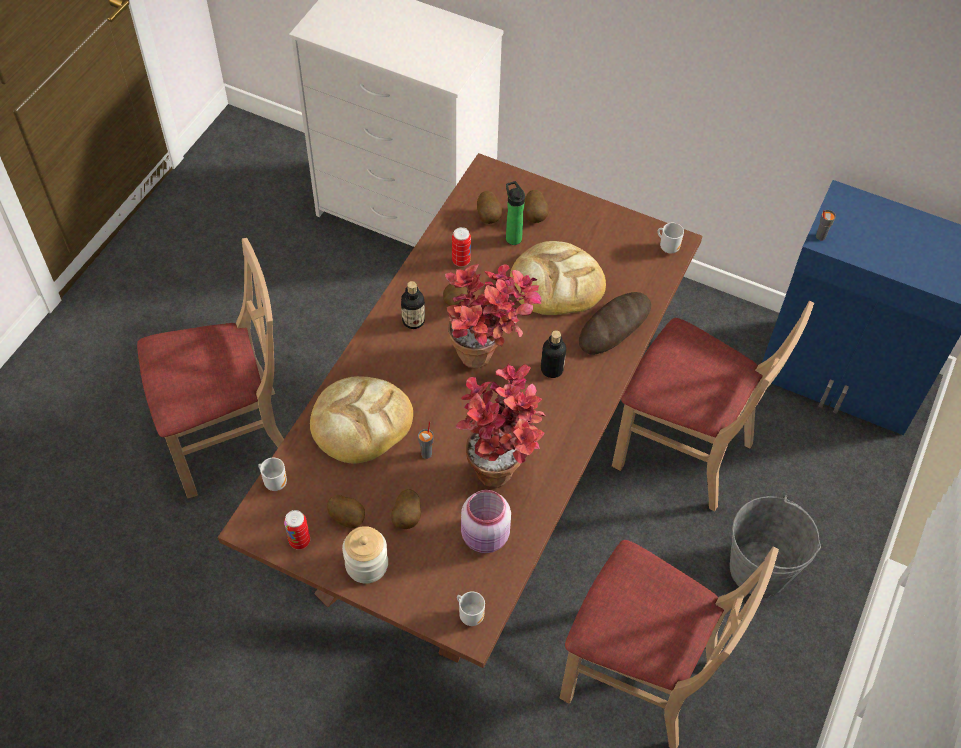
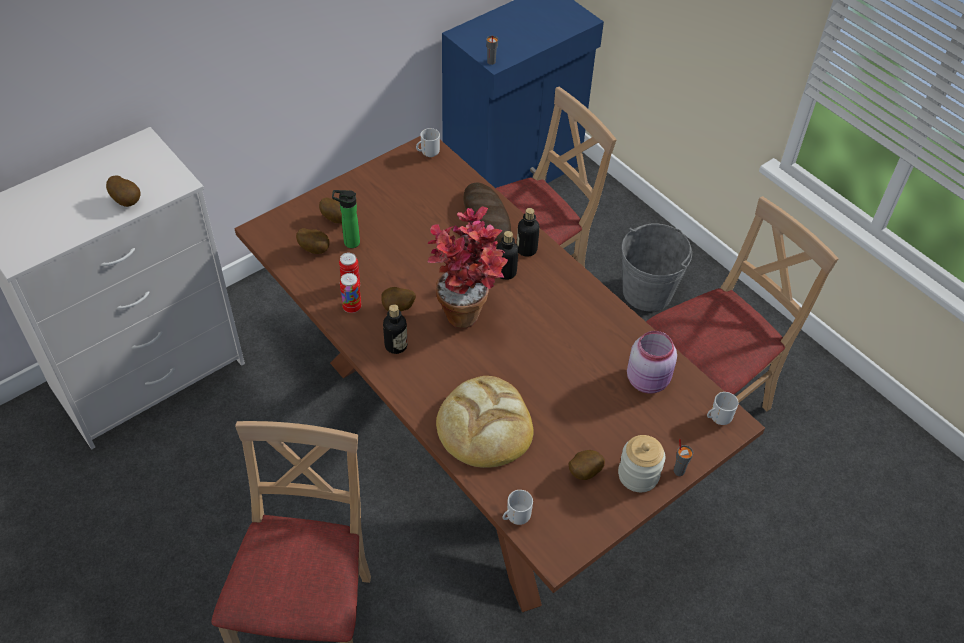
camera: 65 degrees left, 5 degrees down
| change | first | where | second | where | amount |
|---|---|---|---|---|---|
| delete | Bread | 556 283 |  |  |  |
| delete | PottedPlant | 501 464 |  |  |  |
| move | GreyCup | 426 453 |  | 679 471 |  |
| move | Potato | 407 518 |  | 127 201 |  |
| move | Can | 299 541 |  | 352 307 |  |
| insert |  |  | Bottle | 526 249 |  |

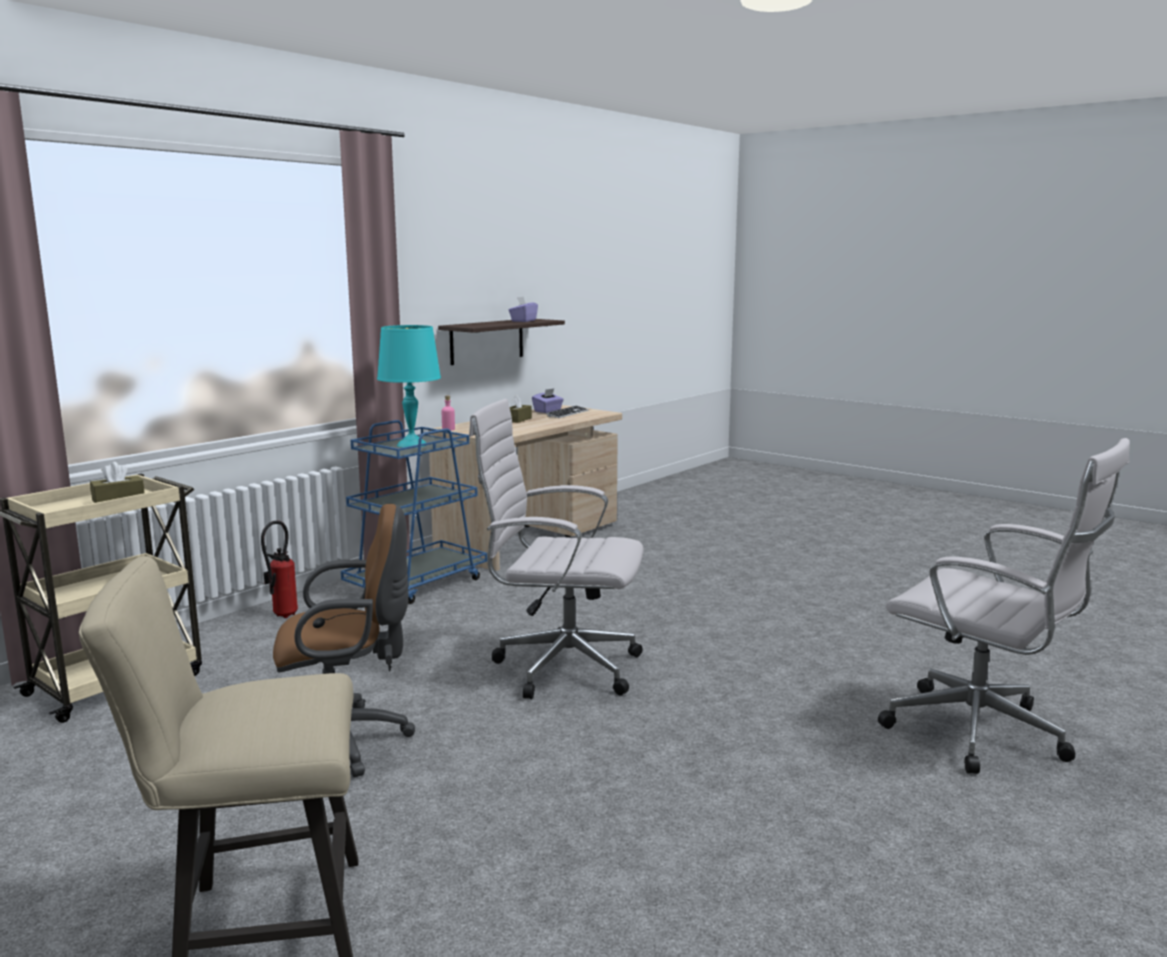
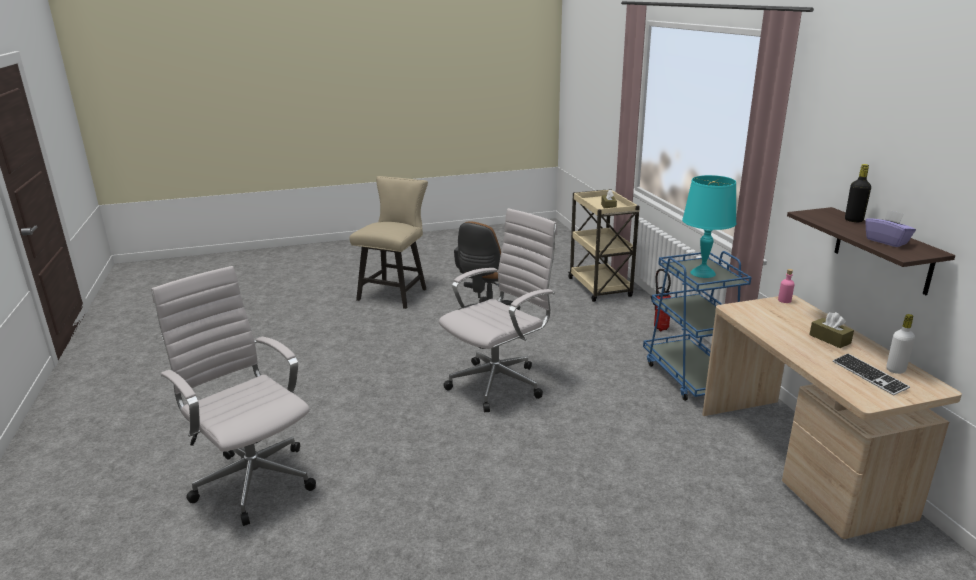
camera: 125 degrees right, 10 degrees up
| change | first | where | second | where | amount |
|---|---|---|---|---|---|
| replace | PurpleTissueBox | 548 411 | WhiteBottle | 895 370 |  |
| rotate | WhiteOfficeChair | 983 734 |  | 253 479 | 60 degrees clockwise |
| insert |  |  | BlackBottle | 853 220 |  |

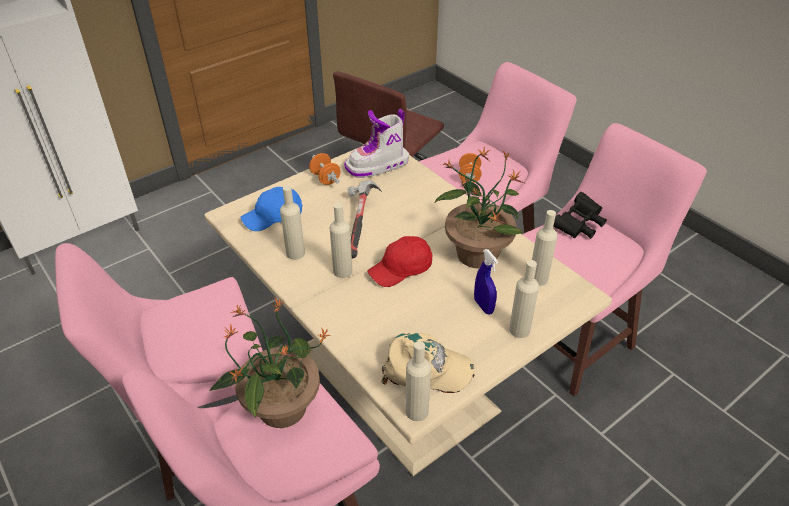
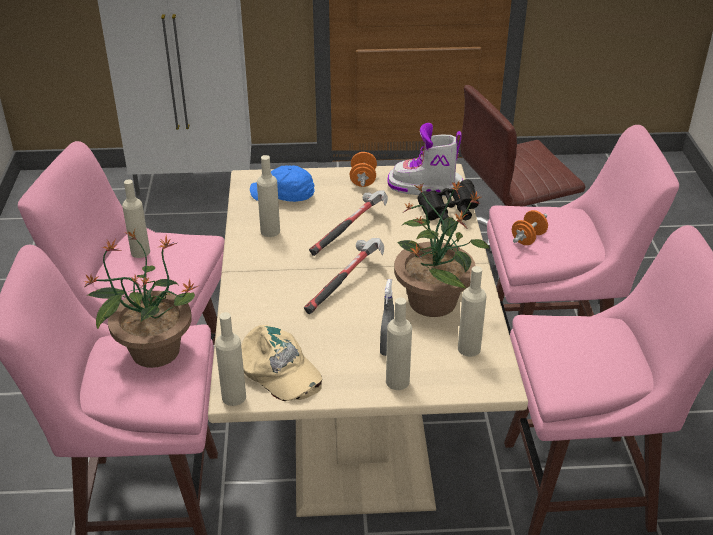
camera: 35 degrees right, 5 degrees down
| change | first | where | second | where | amount |
|---|---|---|---|---|---|
| move | BlackBinoculars | 579 226 |  | 449 213 |  |
| move | BeigeBottle | 342 271 |  | 140 252 |  |
| replace | RedCap | 401 269 | Hammer | 346 283 |  |
| recolor | BlueSprayBottle | 483 306 | GreySprayBottle | 386 346 |  |

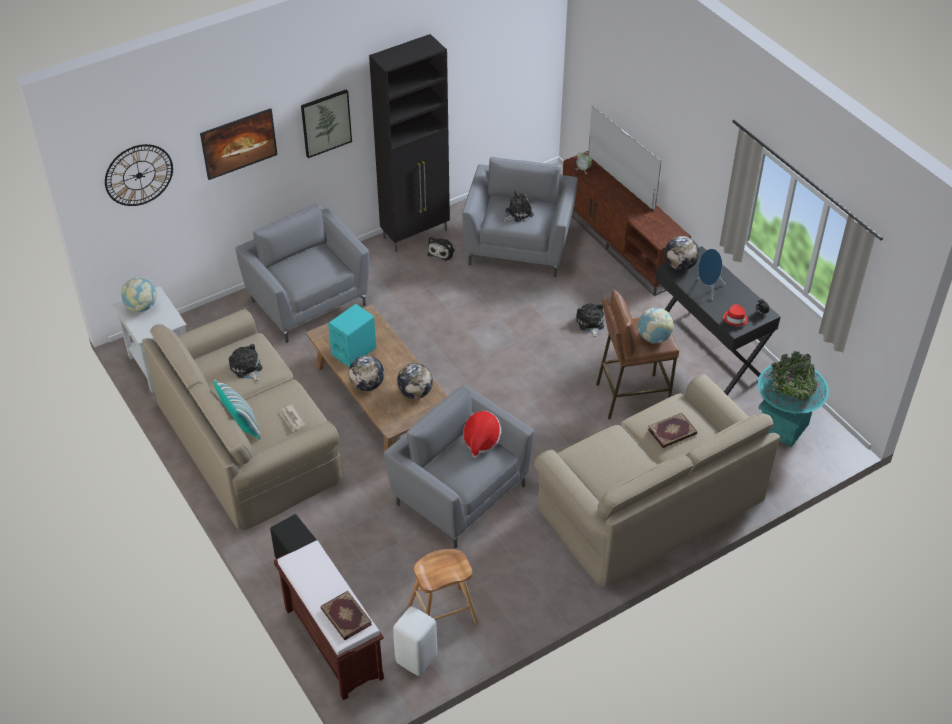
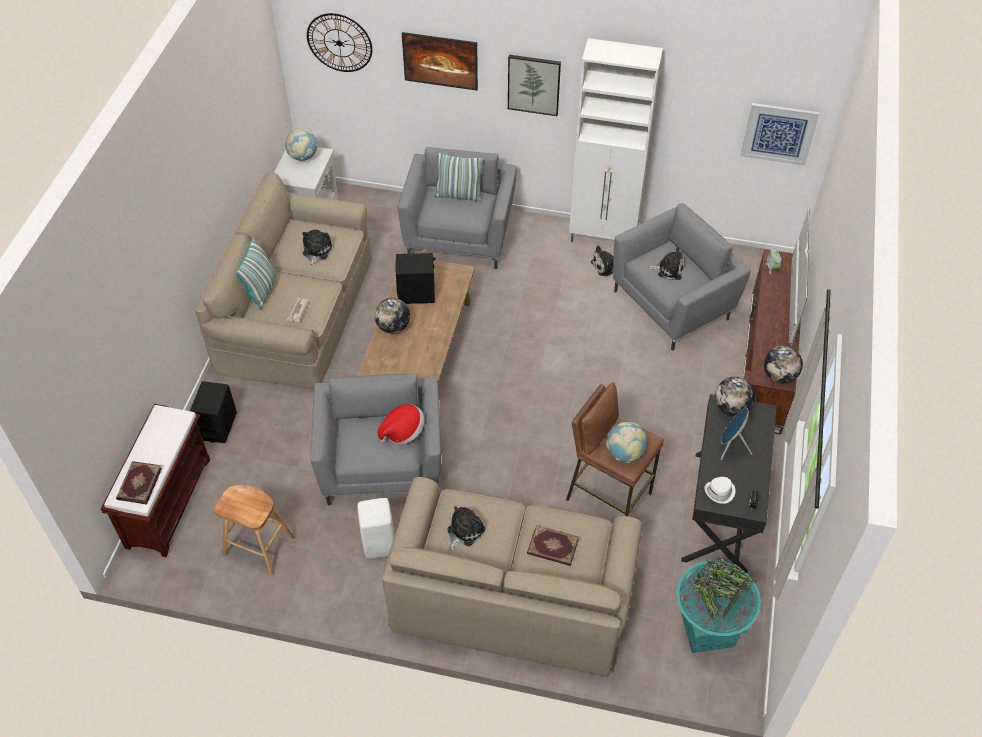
camera: 45 degrees right, 5 degrees up
| change | first | where | second | where | amount |
|---|---|---|---|---|---|
| recolor | BlackCabinet | 416 234 | WhiteCabinet | 603 238 |  |
| move | PlushToy | 590 324 |  | 464 531 |  |
| recolor | TurquoiseSpeaker | 354 351 | BlackSpeaker | 417 294 |  |
| recolor | RedHat | 735 318 | WhiteHat | 720 492 |  |
| move | Globe | 415 393 |  | 779 376 |  |
| move | WhiteStool | 416 660 |  | 378 545 |  |
| insert |  |  | Picture | 779 133 |  |
| insert |  |  | Pillow | 458 195 |  |

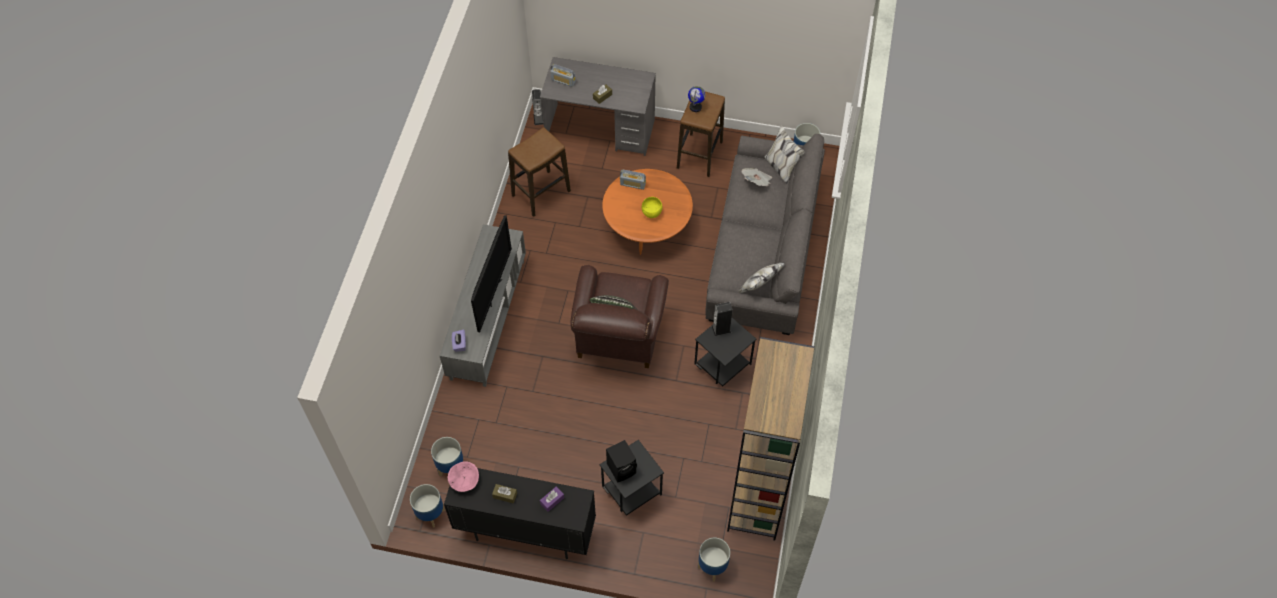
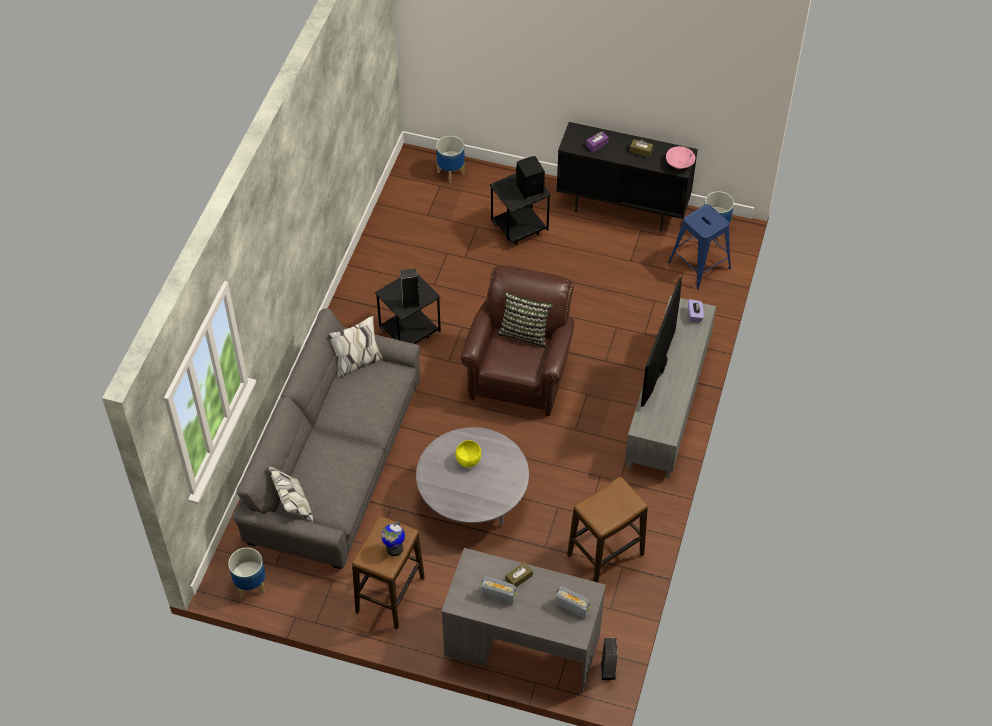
camera: 175 degrees left, 5 degrees down
| change | first | where | second | where | amount |
|---|---|---|---|---|---|
| delete | Newspaper | 757 182 |  |  |  |
| recolor | OrangeCoffeeTable | 647 227 | GreyCoffeeTable | 473 500 |  |
| move | Radio | 633 184 |  | 498 595 |  |
| delete | BrownBookcase | 758 493 |  |  |  |
| replace | Planter | 450 467 | BlueStool | 699 265 |  |

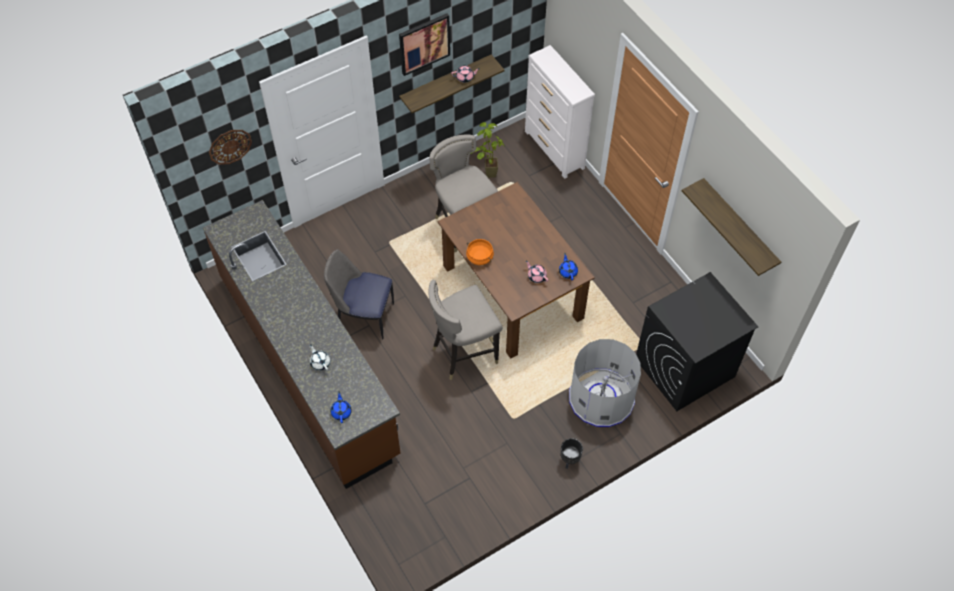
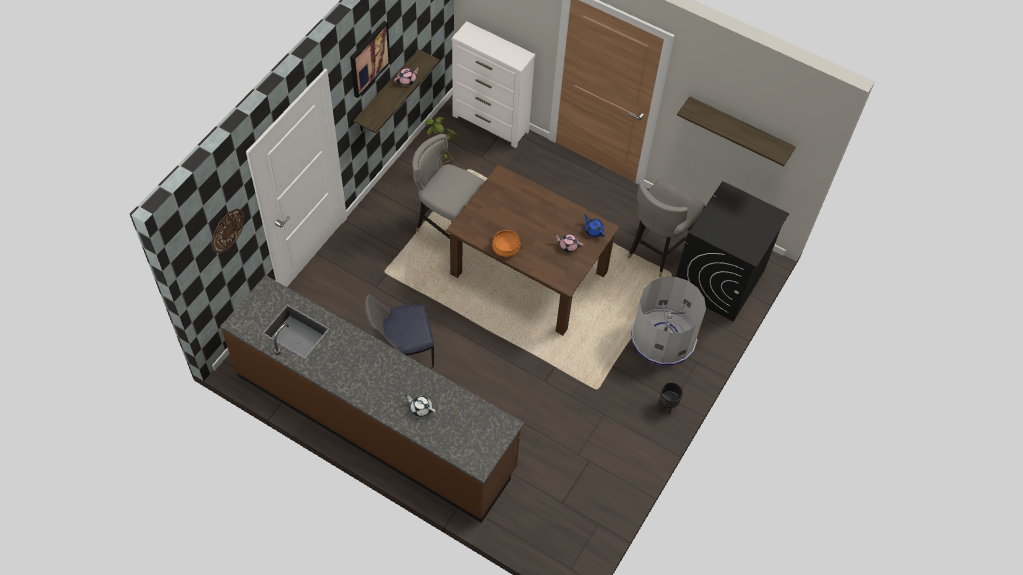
camera: 30 degrees left, 0 degrees up
| change | first | where | second | where | amount |
|---|---|---|---|---|---|
| move | GreyStool | 463 354 |  | 656 251 |  |
| delete | BlueTeapot | 341 412 |  |  |  |

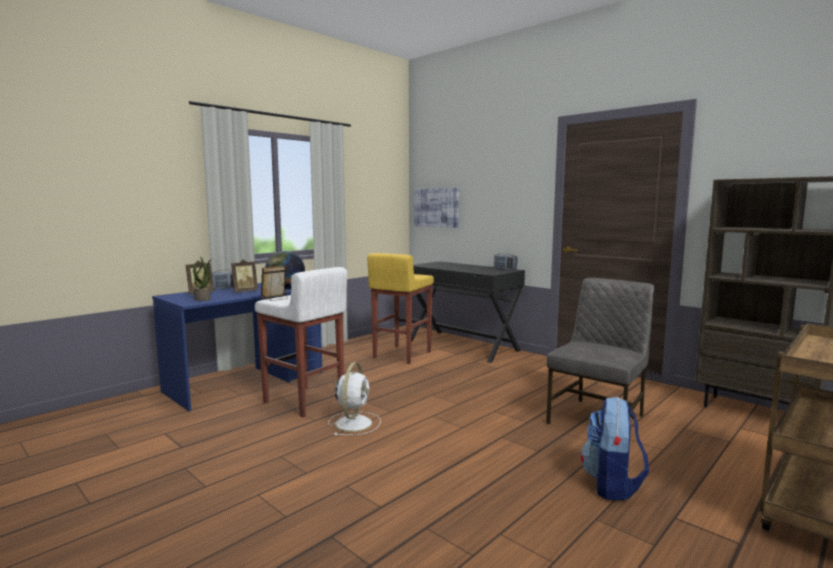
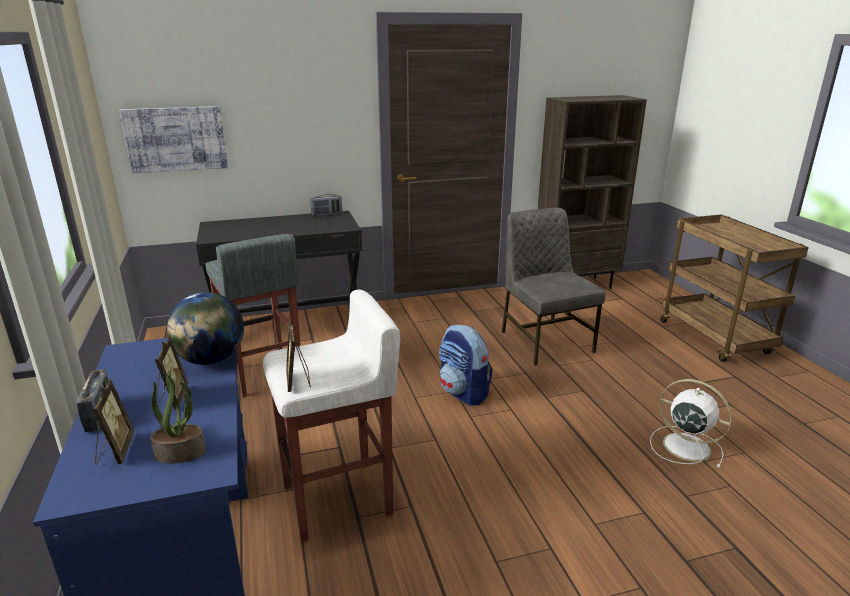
camera: 60 degrees left, 15 degrees up
| change | first | where | second | where | amount |
|---|---|---|---|---|---|
| recolor | YellowStool | 401 355 | GreyStool | 262 374 |  |
| move | WhiteFan | 354 423 |  | 684 446 |  |
| move | Backpack | 612 485 |  | 464 393 |  |

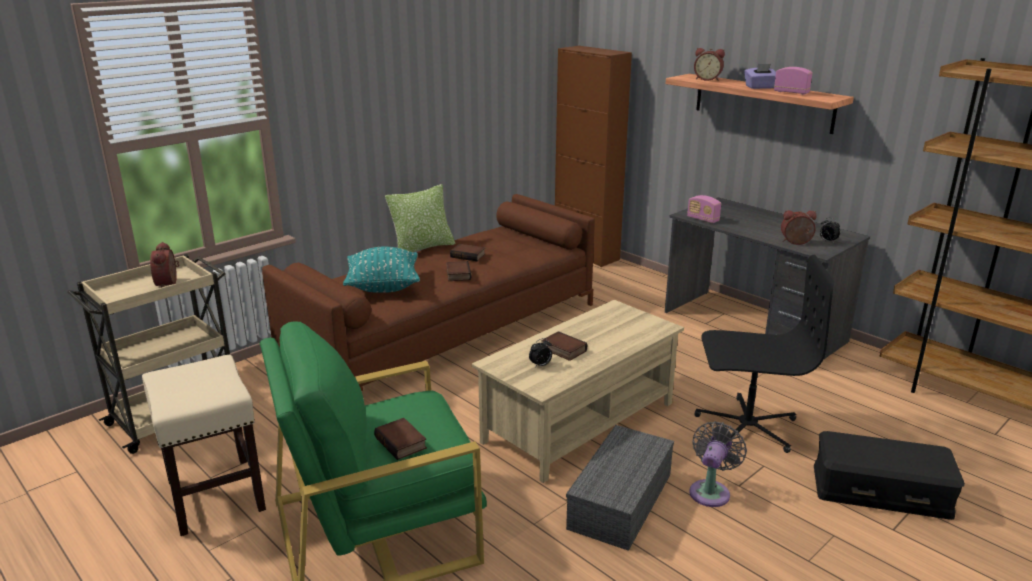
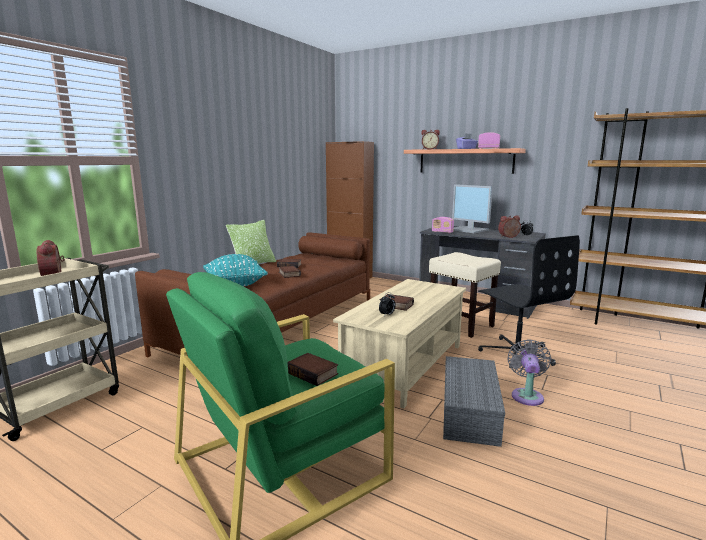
camera: 15 degrees left, 10 degrees down
| change | first | where | second | where | amount |
|---|---|---|---|---|---|
| rotate | BlackOfficeChair | 746 426 |  | 517 353 | 75 degrees clockwise |
| move | BeigeStool | 215 494 |  | 460 324 |  |
| delete | BlackStorageBox | 880 489 |  |  |  |
| insert |  |  | Monitor | 469 230 |  |

